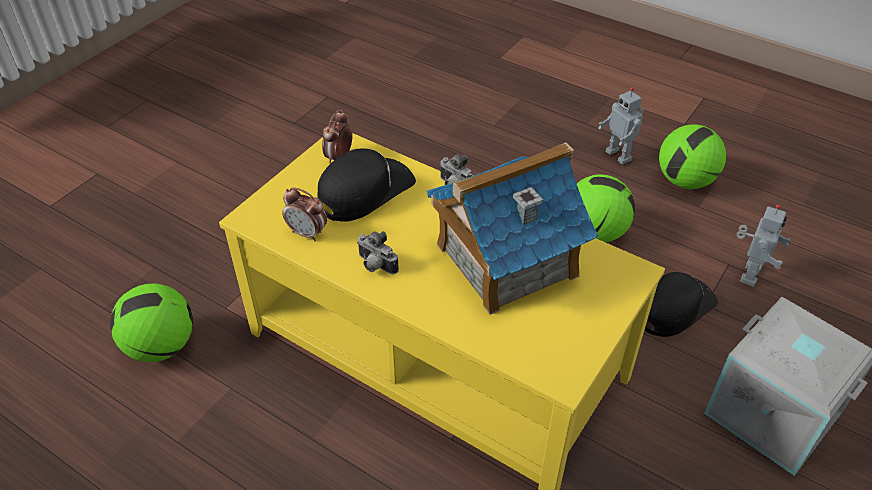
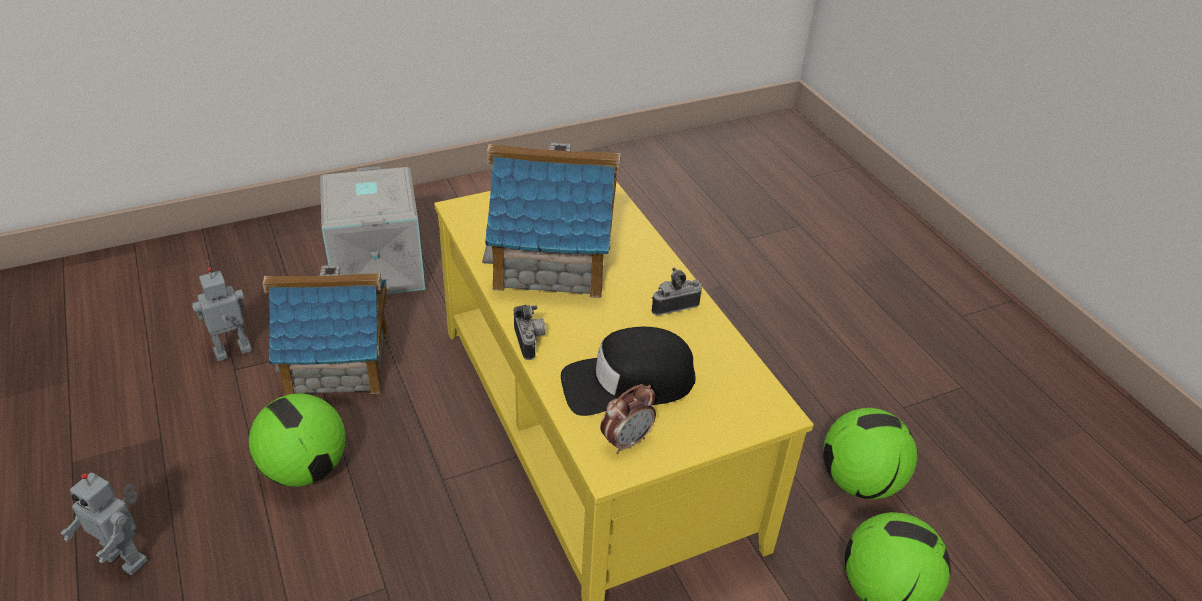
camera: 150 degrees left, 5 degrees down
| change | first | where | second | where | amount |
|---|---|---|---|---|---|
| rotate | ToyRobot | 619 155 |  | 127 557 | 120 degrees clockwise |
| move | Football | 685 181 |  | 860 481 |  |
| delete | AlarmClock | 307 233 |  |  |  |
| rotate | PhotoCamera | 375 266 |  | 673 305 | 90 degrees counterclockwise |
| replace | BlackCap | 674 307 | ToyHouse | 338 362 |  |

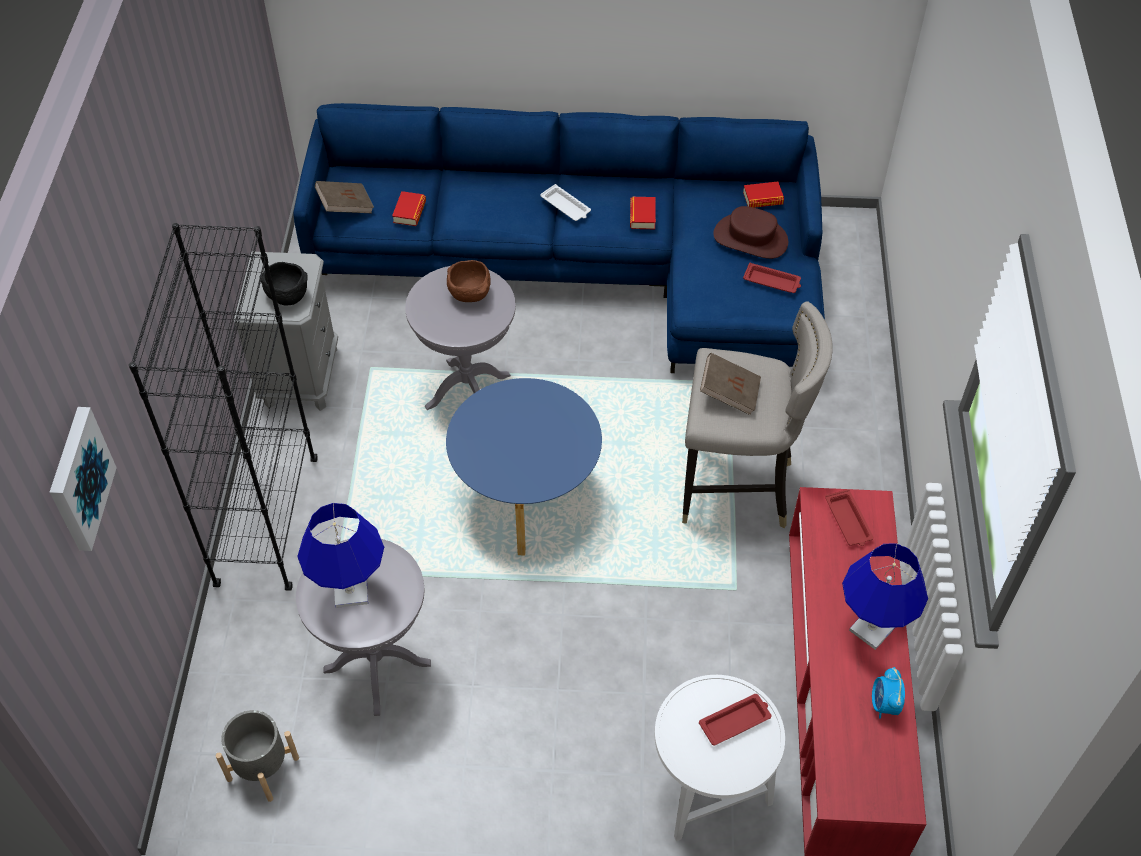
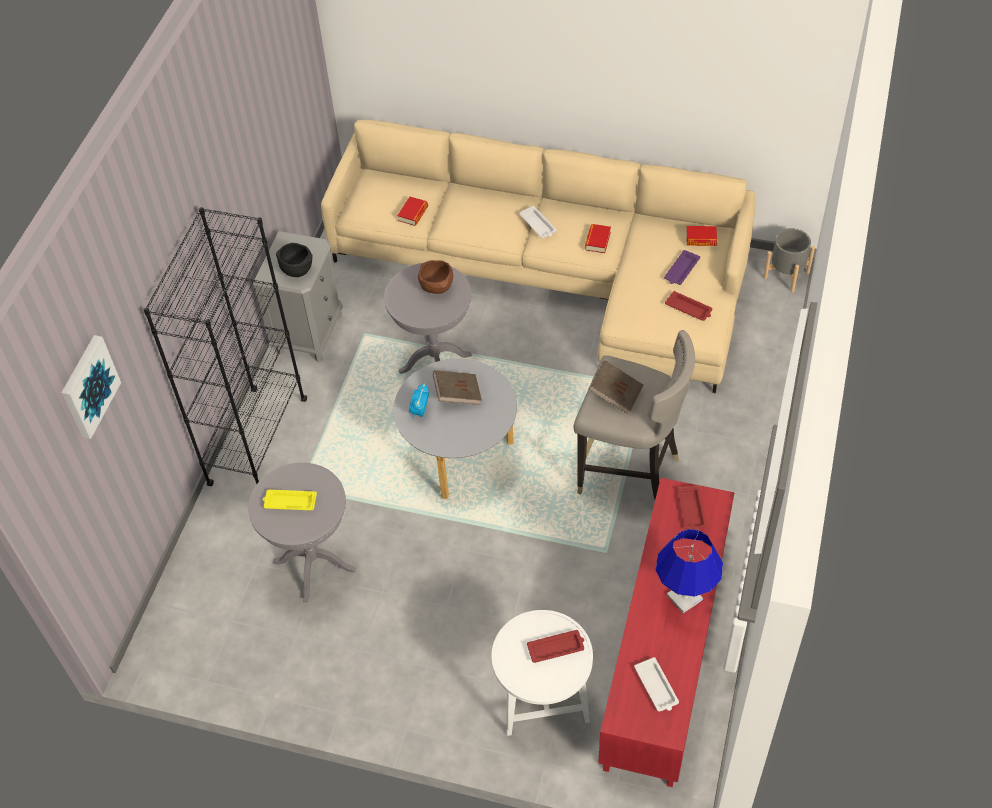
camera: 15 degrees right, 0 degrees up
| change | first | where | second | where | amount |
|---|---|---|---|---|---|
| recolor | BlueSofa | 587 265 | BeigeSofa | 556 274 |  |
| move | BrownBook | 345 206 |  | 457 394 |  |
| replace | BrownHat | 750 238 | PurpleTray | 681 270 |  |
| recolor | BlueCoffeeTable | 526 498 | GreyCoffeeTable | 460 454 |  |
| replace | BlueTableLamp | 350 592 | YellowTray | 289 502 |  |
| move | AlarmClock | 884 704 |  | 420 411 |  |
| move | GreyPlanter | 262 768 |  | 786 275 |  |
| insert |  |  | WhiteTray | 656 687 |  |

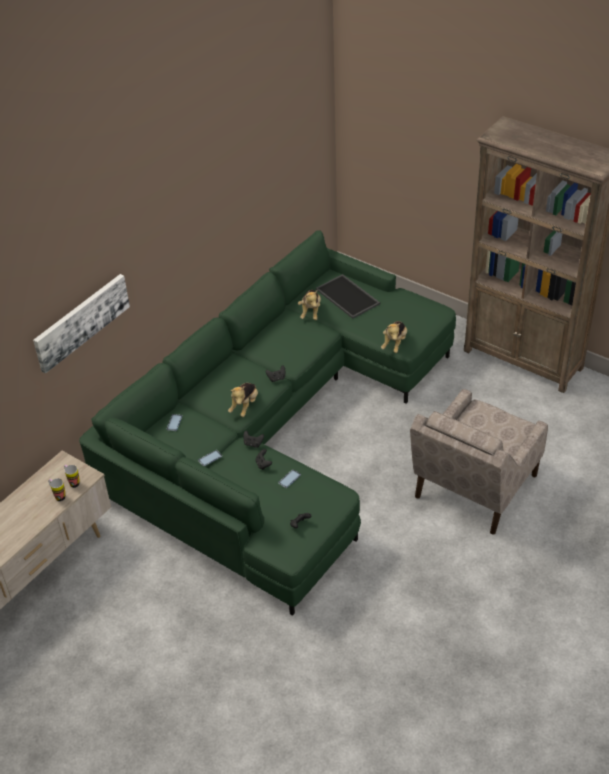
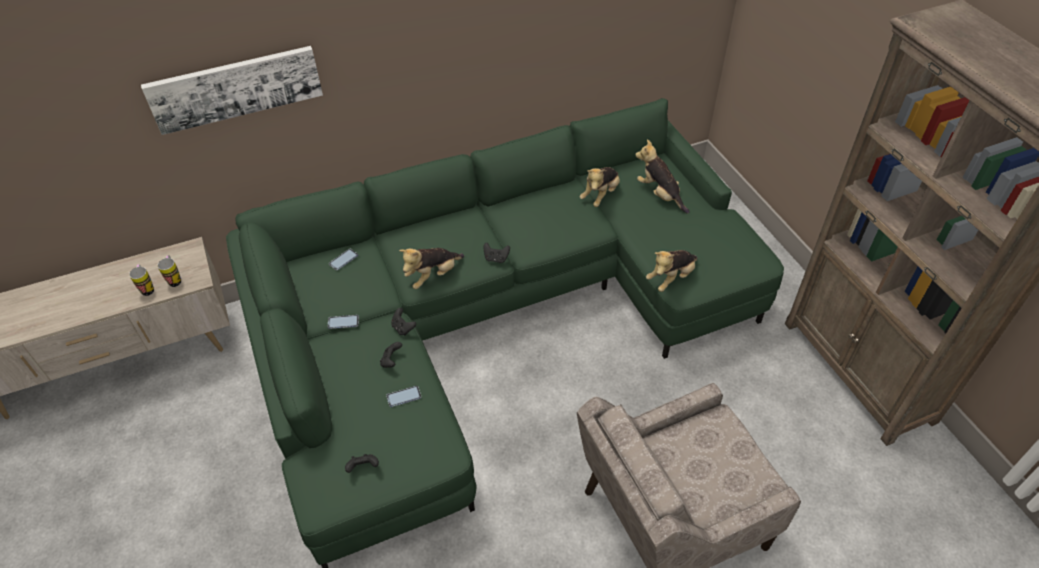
camera: 30 degrees right, 5 degrees up
| change | first | where | second | where | amount |
|---|---|---|---|---|---|
| replace | Tray | 348 296 | PlushToy | 660 194 |  |

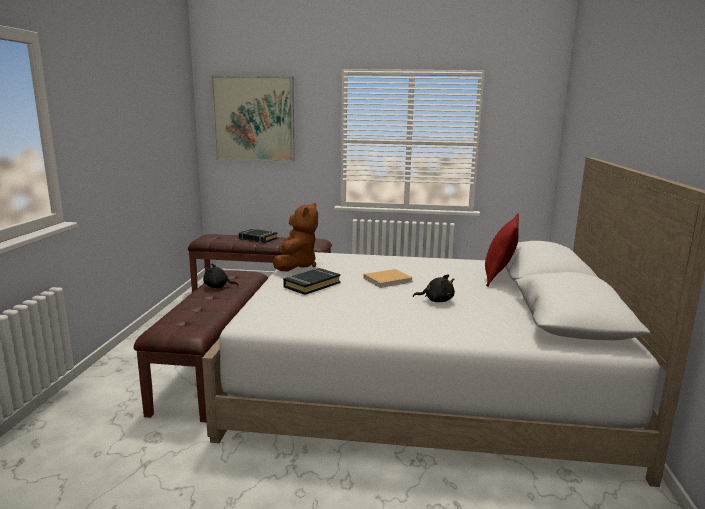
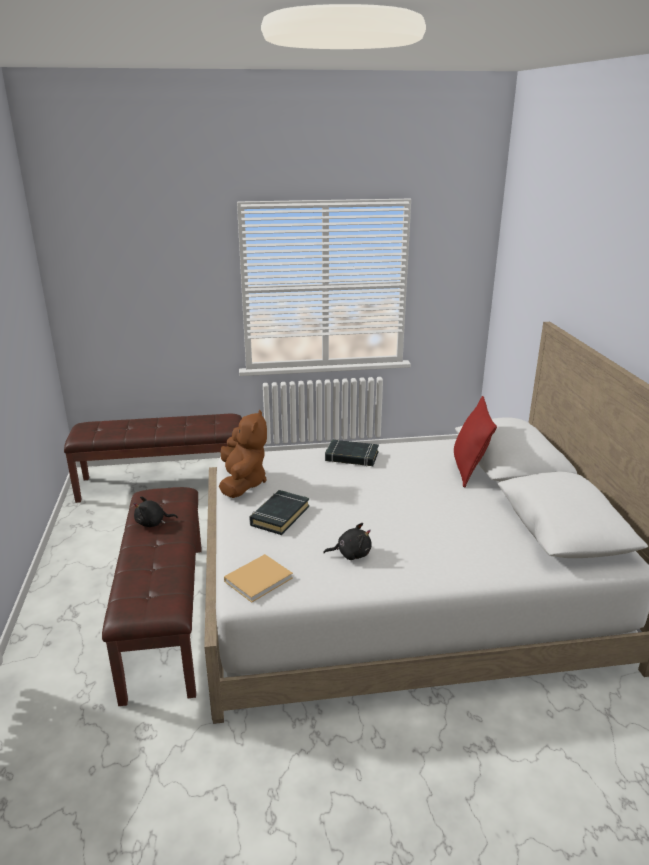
camera: 15 degrees left, 10 degrees up
| change | first | where | second | where | amount |
|---|---|---|---|---|---|
| delete | Picture | 253 119 |  |  |  |
| move | BlackBook | 257 238 |  | 351 457 |  |
| move | BeigeBook | 389 280 |  | 260 579 |  |
| move | BlackPlushToy | 436 300 |  | 351 554 |  |

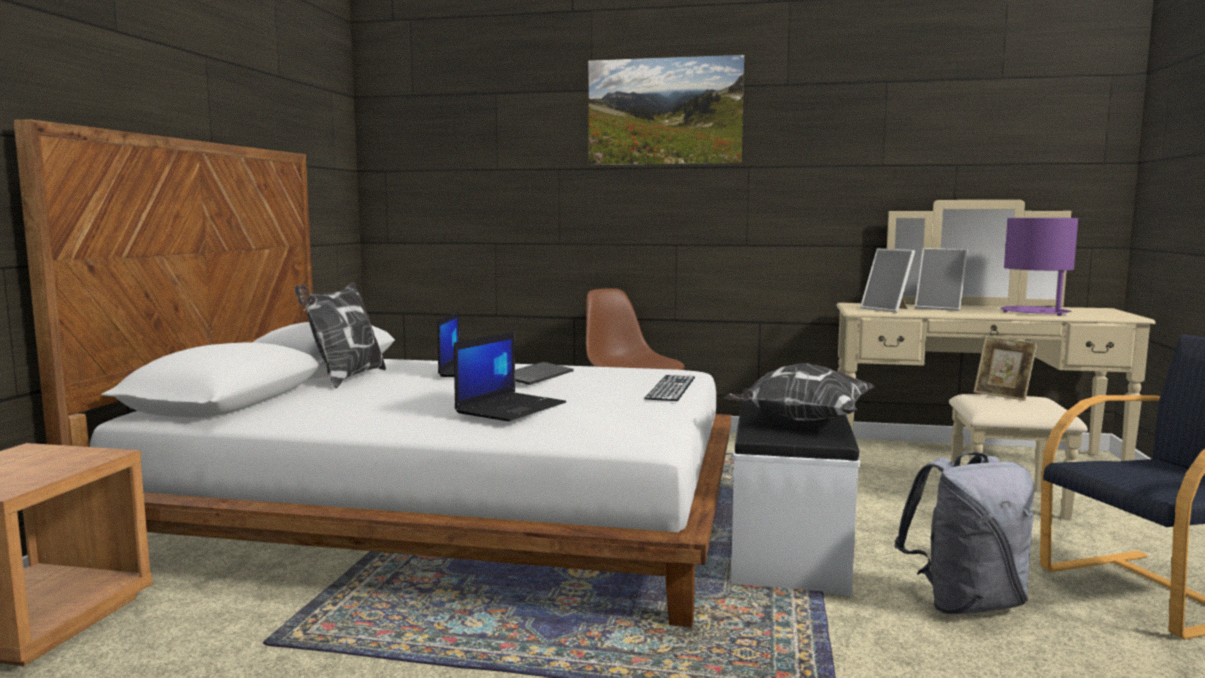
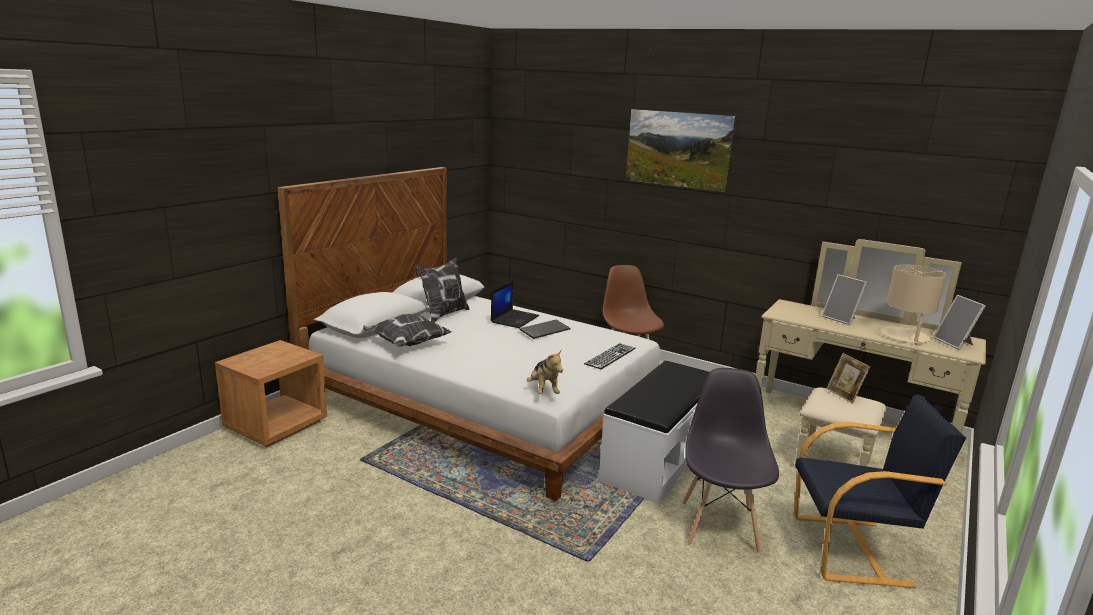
camera: 20 degrees right, 10 degrees up
| change | first | where | second | where | amount |
|---|---|---|---|---|---|
| recolor | PurpleTableLamp | 1035 312 | BeigeTableLamp | 905 336 |  |
| move | PictureFrame | 888 309 |  | 955 343 |  |
| delete | Laptop | 511 408 |  |  |  |
| move | Pillow | 800 421 |  | 406 344 |  |
| replace | GreyBackpack | 965 603 | GreyChair | 719 525 |  |
| insert |  |  | PlushToy | 543 390 |  |

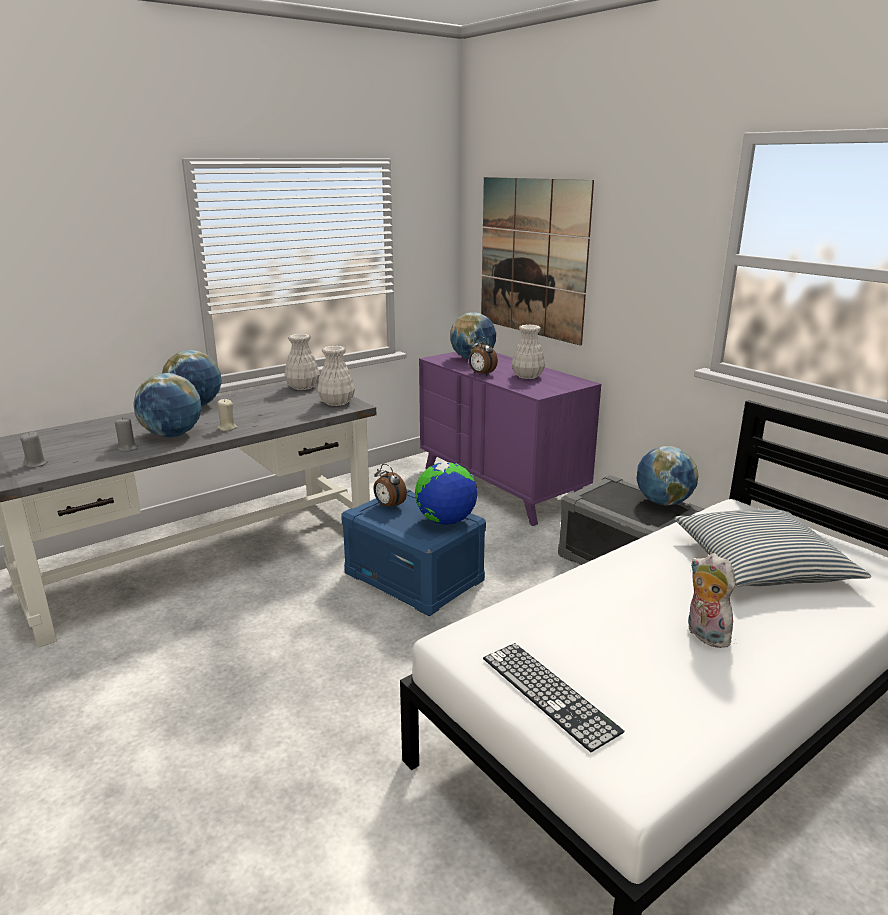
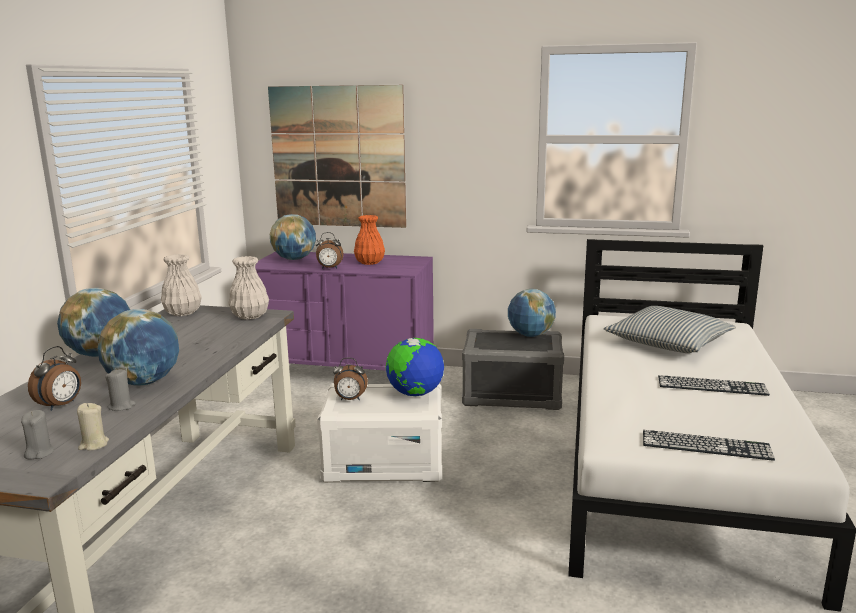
camera: 40 degrees left, 5 degrees down
| change | first | where | second | where | amount |
|---|---|---|---|---|---|
| recolor | WhiteVase | 527 376 | OrangeVase | 369 262 |  |
| move | BeigeCandle | 227 428 |  | 93 445 |  |
| recolor | BlueStorageBox | 415 578 | WhiteStorageBox | 385 461 |  |
| replace | PlushToy | 704 635 | Keyboard | 712 385 |  |
| insert |  |  | AlarmClock | 61 405 |  |

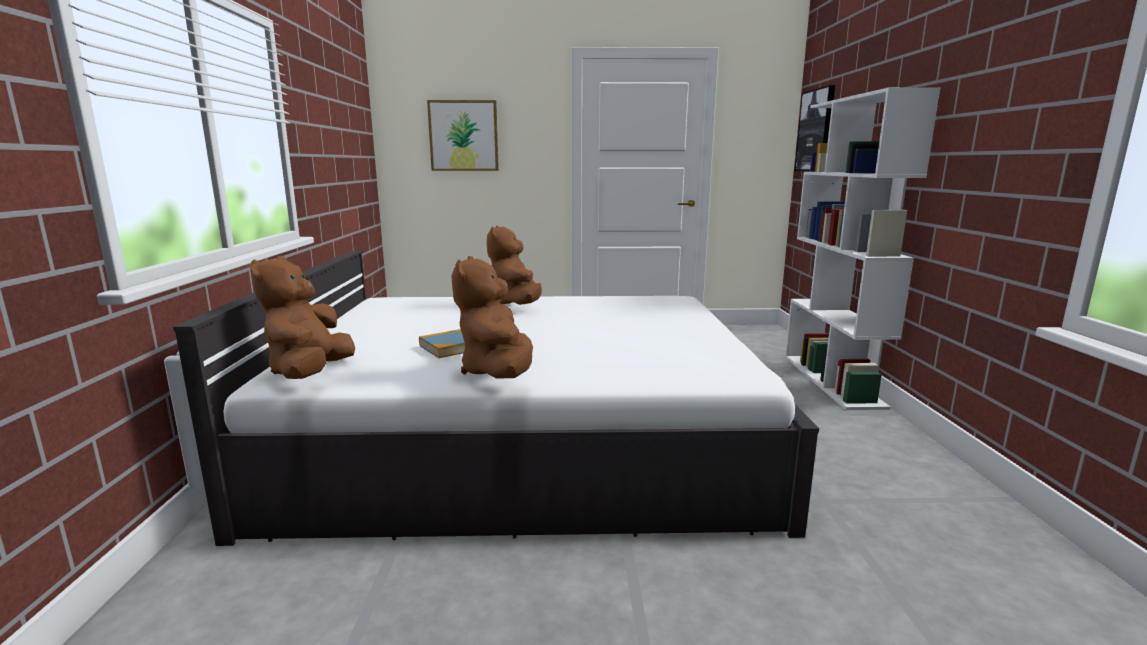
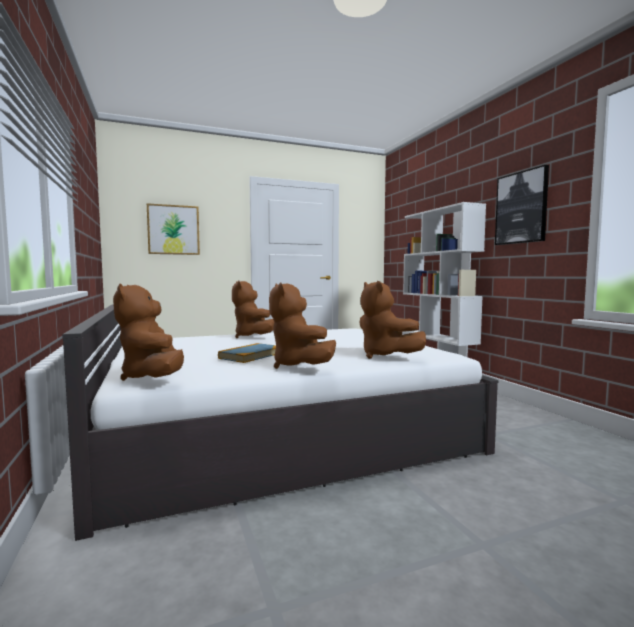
camera: 20 degrees left, 10 degrees down
| change | first | where | second | where | amount |
|---|---|---|---|---|---|
| move | Picture | 816 131 |  | 521 208 |  |
| insert |  |  | BrownPlushToy | 385 356 |  |

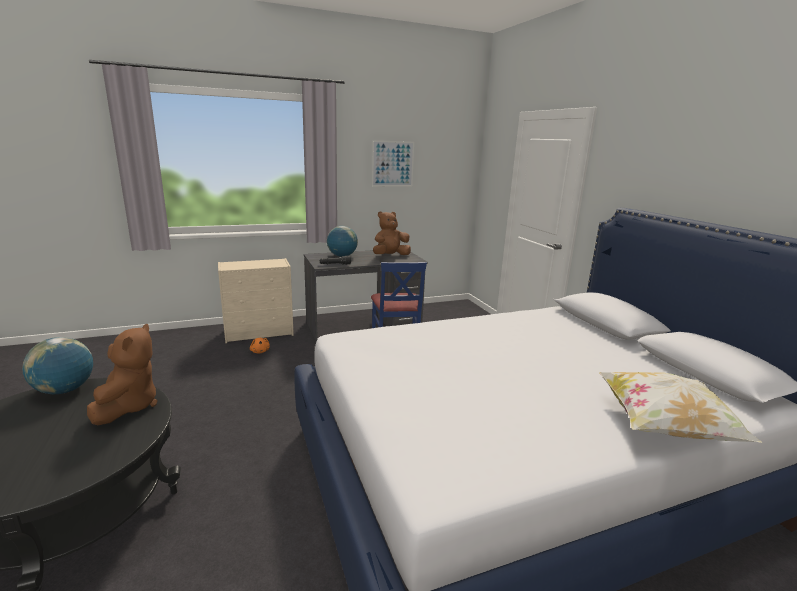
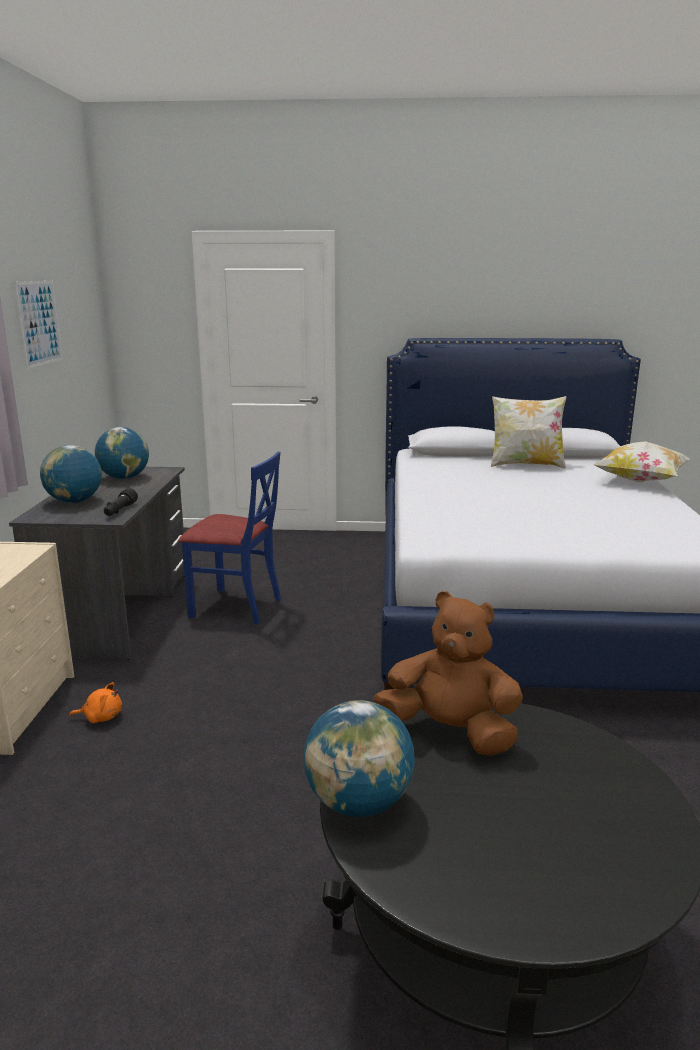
camera: 65 degrees left, 0 degrees up
| change | first | where | second | where | amount |
|---|---|---|---|---|---|
| replace | BrownPlushToy | 390 256 | Globe | 124 478 |  |
| insert |  |  | Pillow | 526 465 |  |

